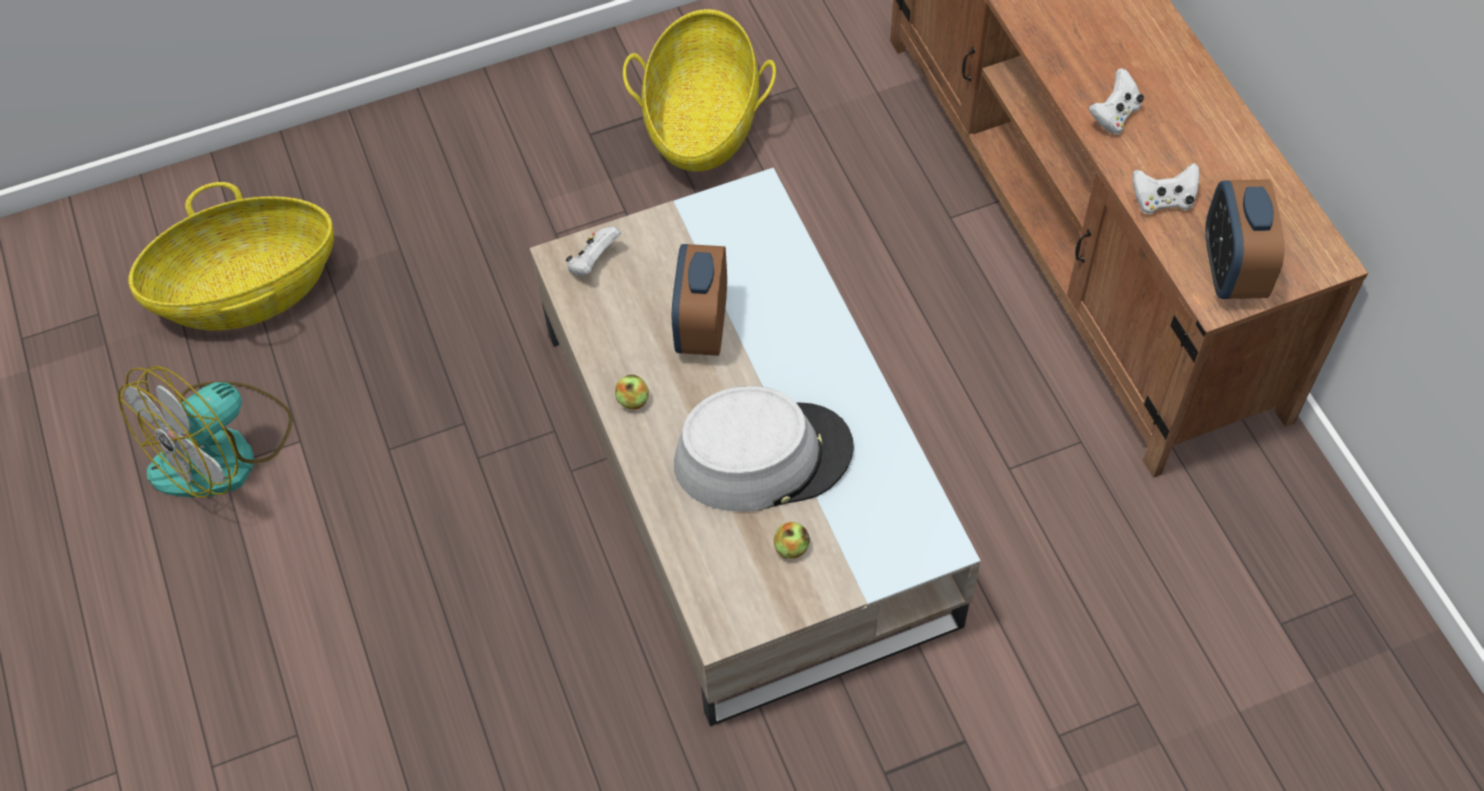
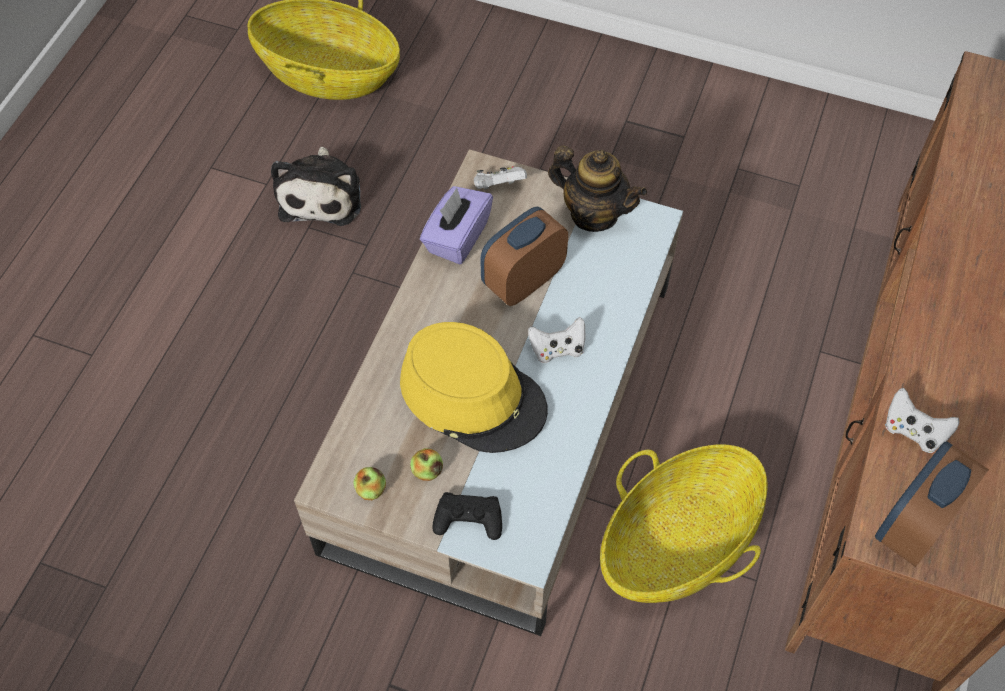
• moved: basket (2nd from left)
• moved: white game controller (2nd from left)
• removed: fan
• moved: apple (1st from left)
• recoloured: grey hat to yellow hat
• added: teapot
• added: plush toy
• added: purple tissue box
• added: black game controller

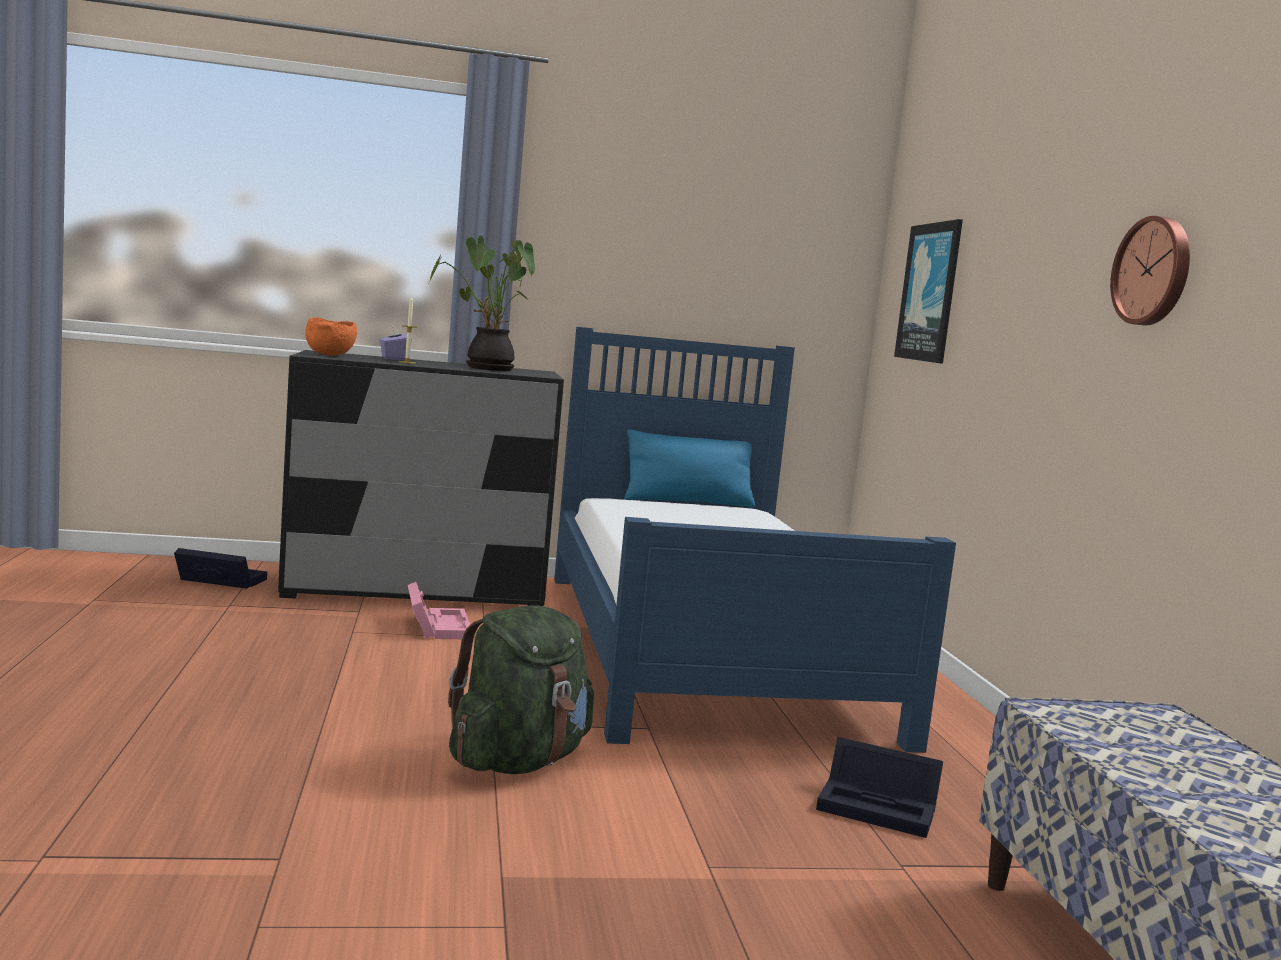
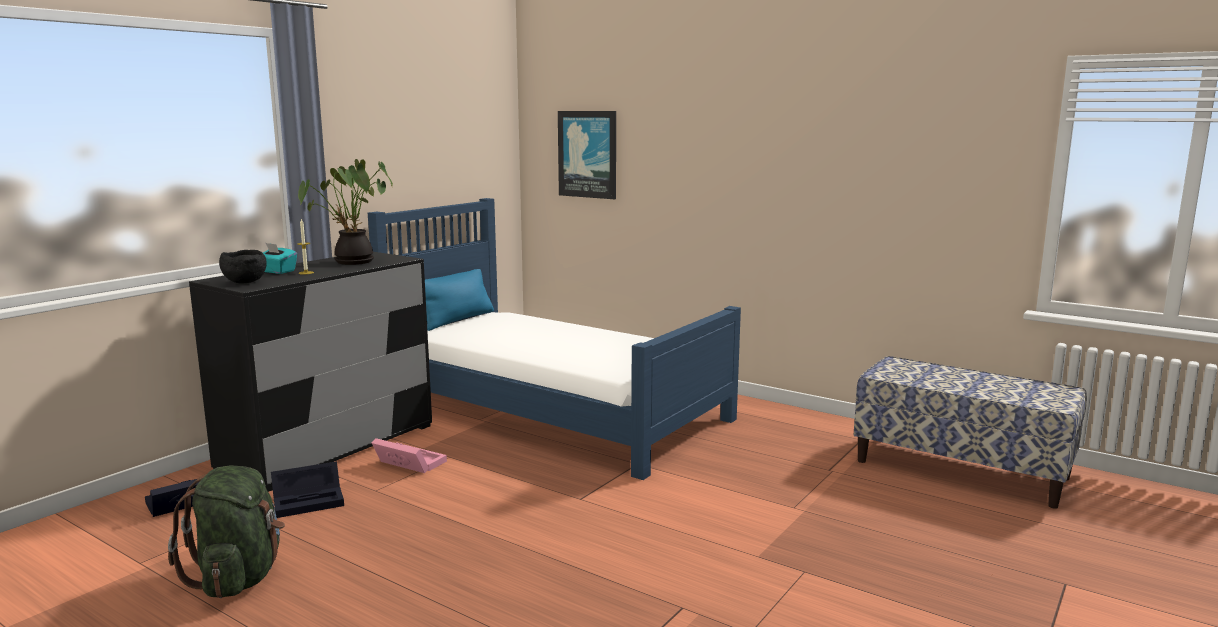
• removed: wall clock
• recoloured: orange bowl to black bowl
• recoloured: purple tissue box to turquoise tissue box
• moved: green backpack
• moved: black storage box (2nd from left)

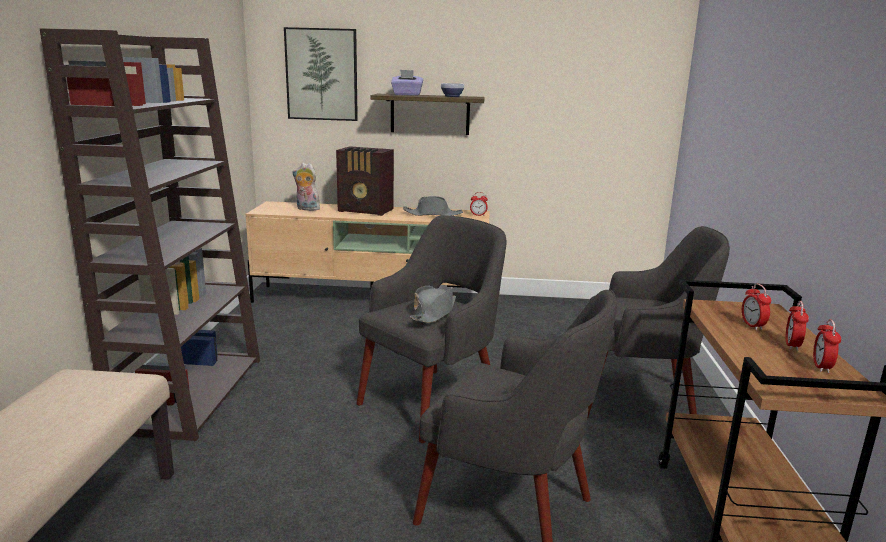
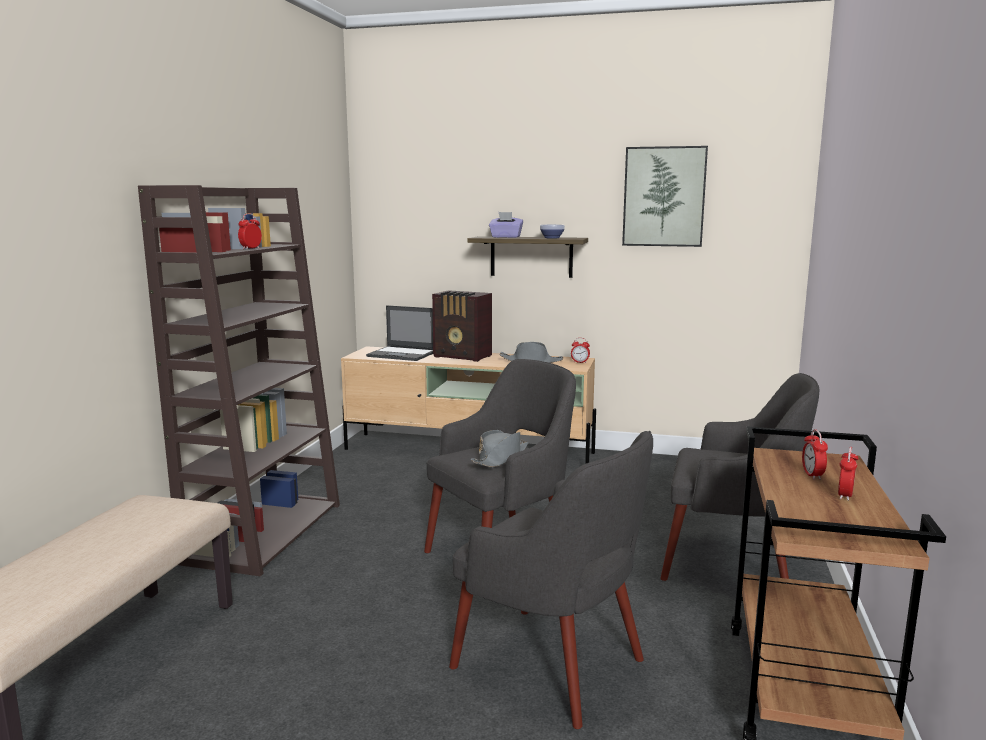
• moved: picture
• replaced: plush toy to laptop
• moved: alarm clock (4th from left in the first image) to alarm clock (1st from left)

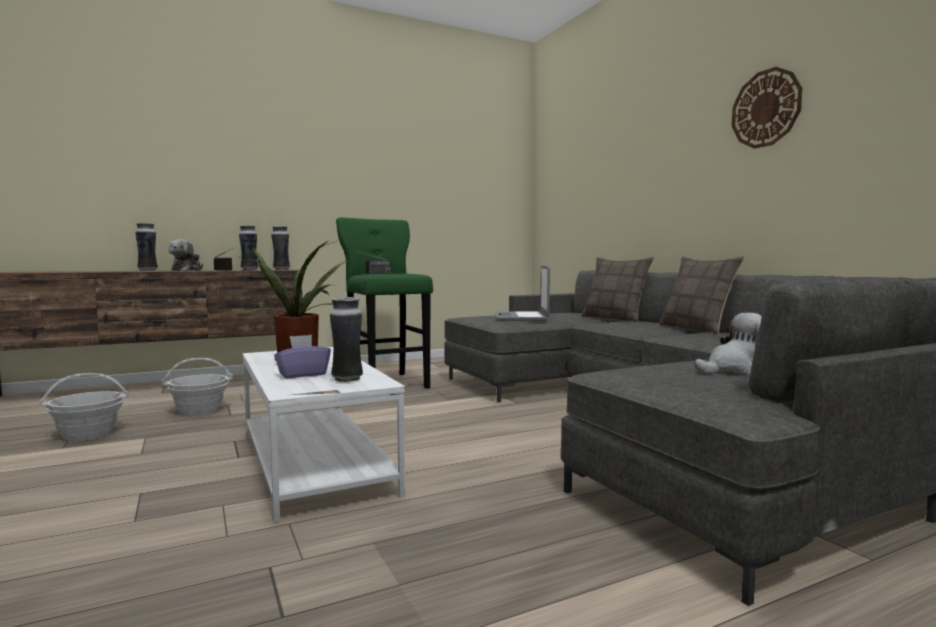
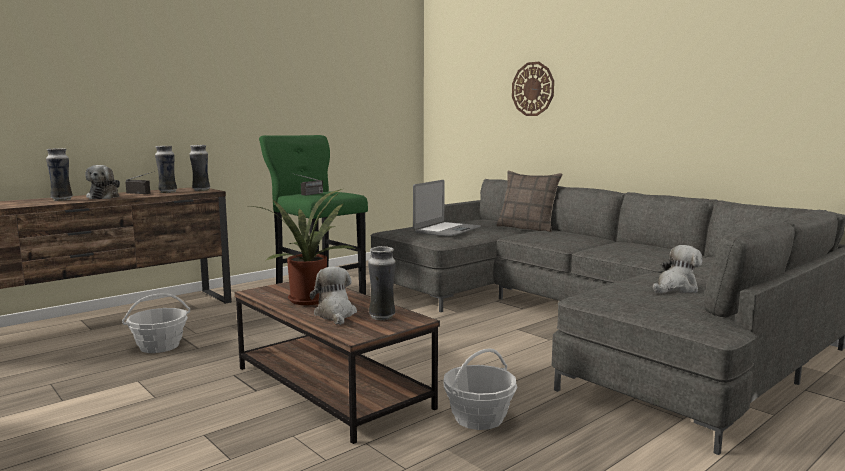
• moved: wall clock
• removed: pillow (2nd from left)
• turned: laptop 135 degrees counterclockwise
• replaced: purple tissue box to plush toy (2nd from left)
• recoloured: white coffee table to brown coffee table
• moved: basket (1st from left in the first image) to basket (2nd from left)

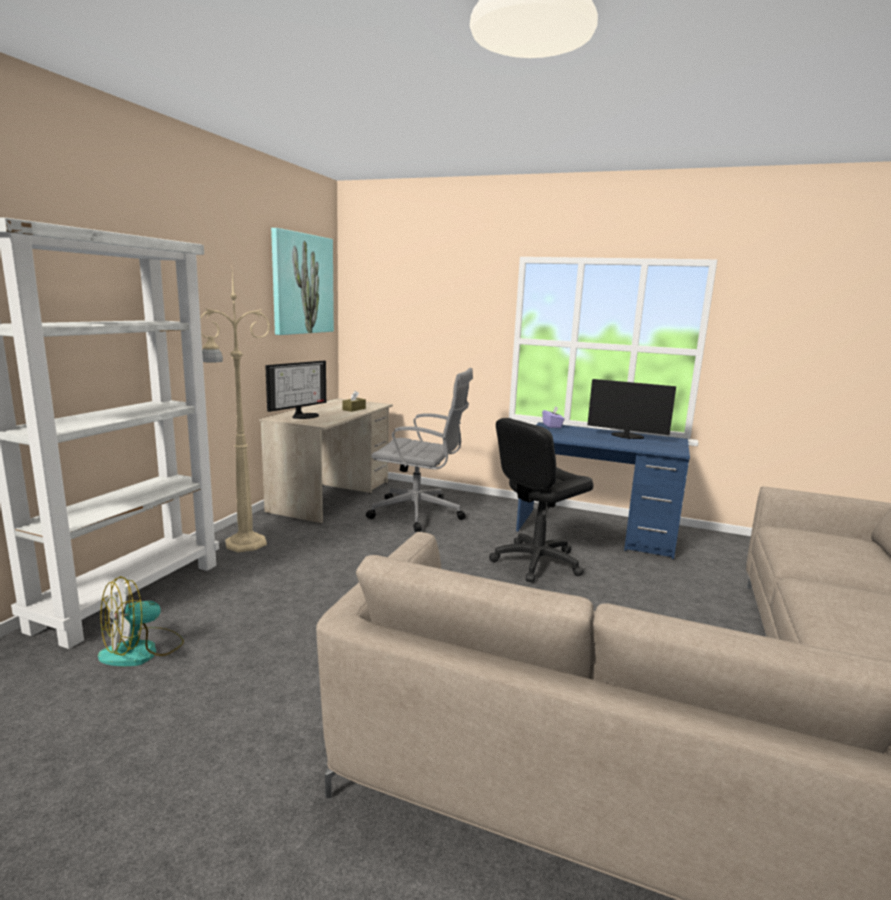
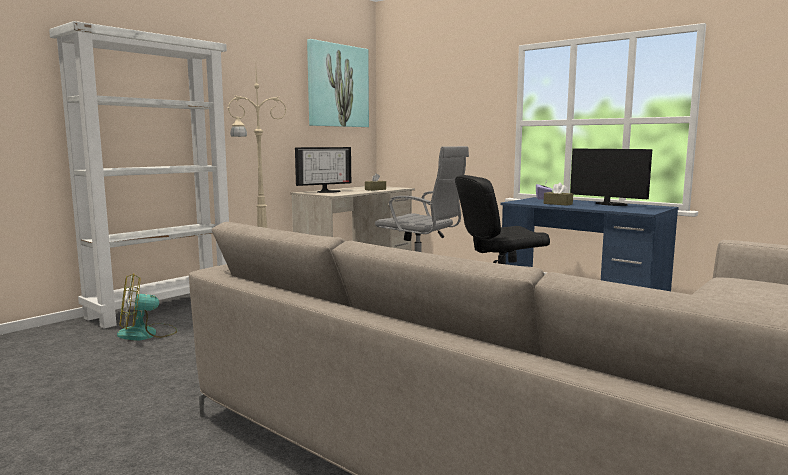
• added: brown tissue box (2nd from left)

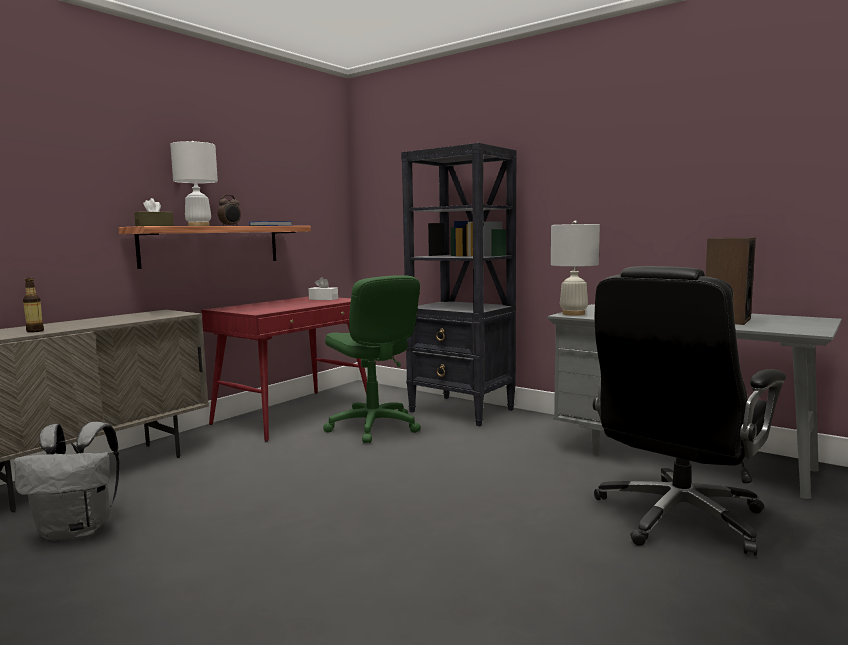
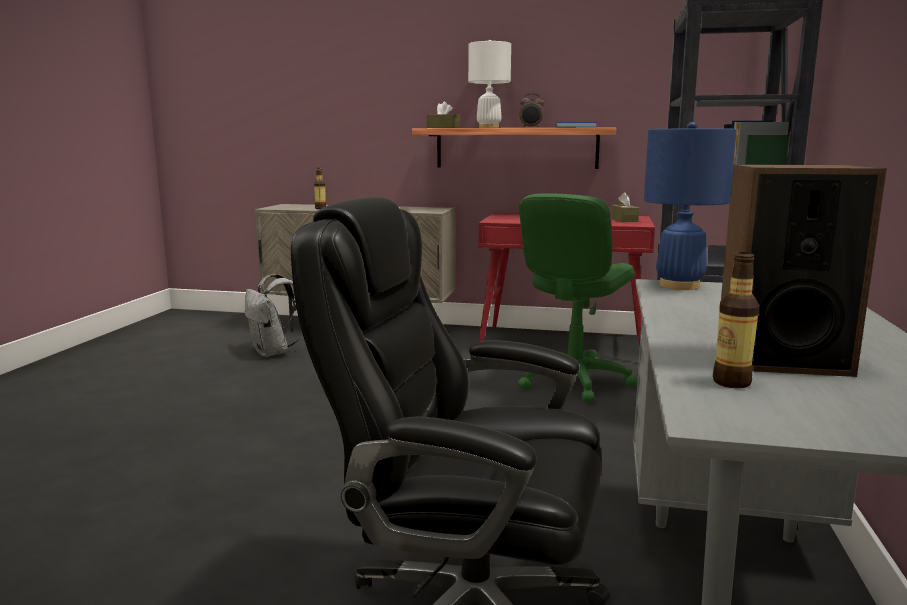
• recoloured: white table lamp (2nd from left) to blue table lamp
• recoloured: white tissue box to brown tissue box (2nd from left)
• added: bottle (2nd from left)

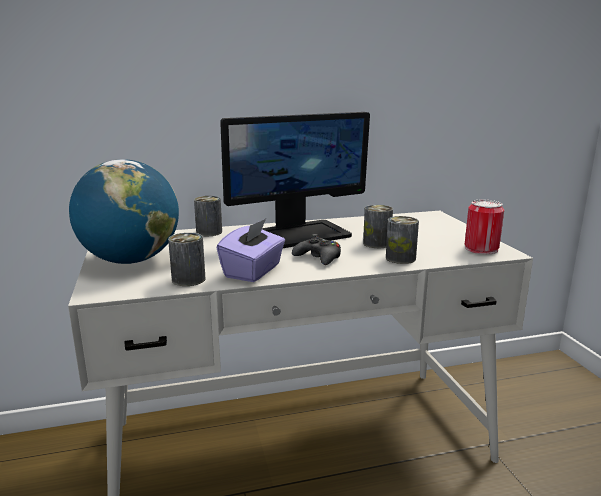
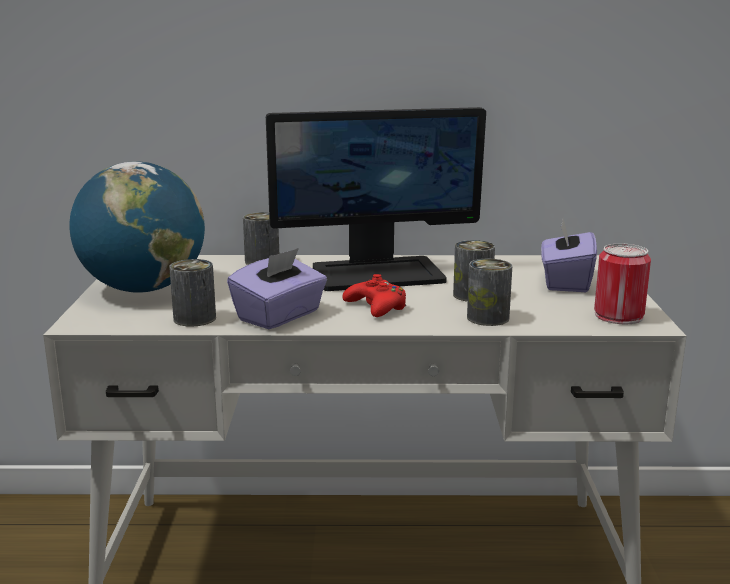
• recoloured: black game controller to red game controller
• added: purple tissue box (2nd from left)

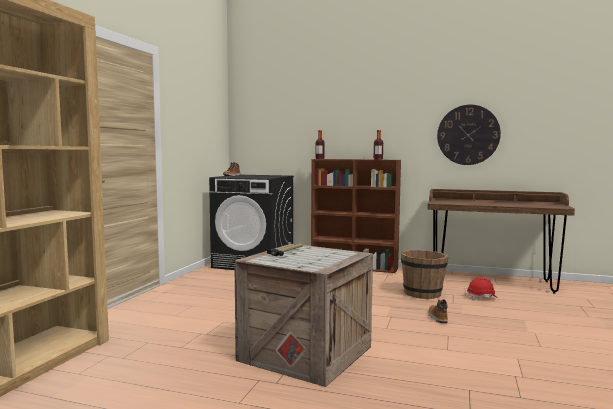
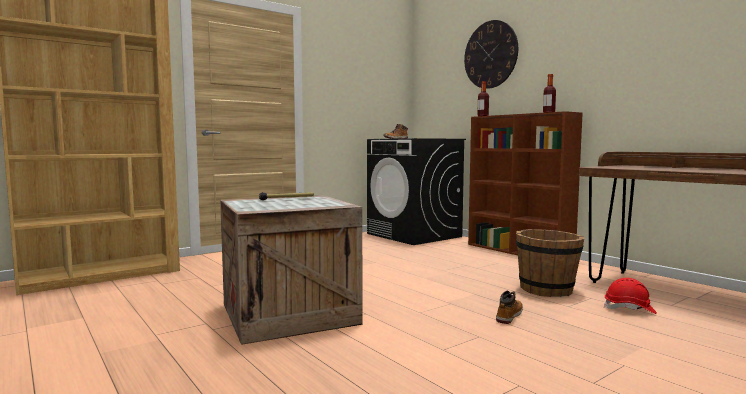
• moved: wall clock

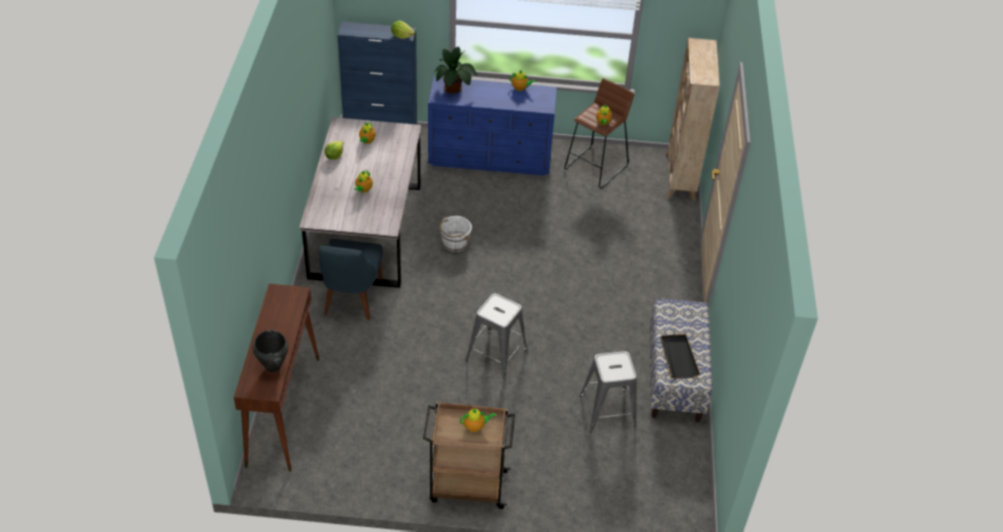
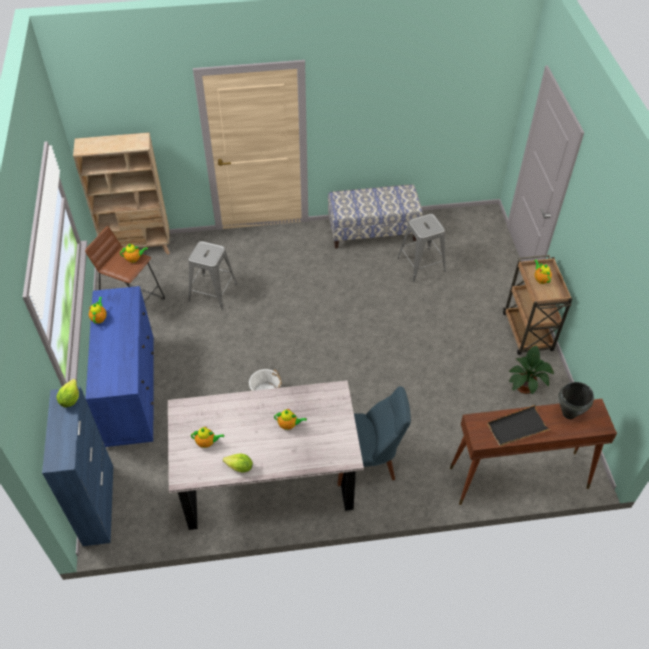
• moved: potted plant
• moved: grey stool (1st from left)
• moved: black tray

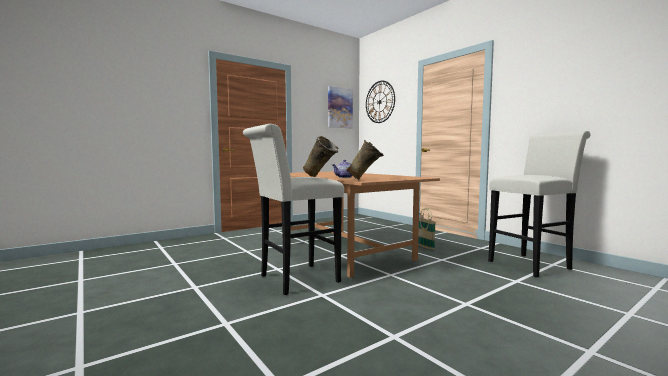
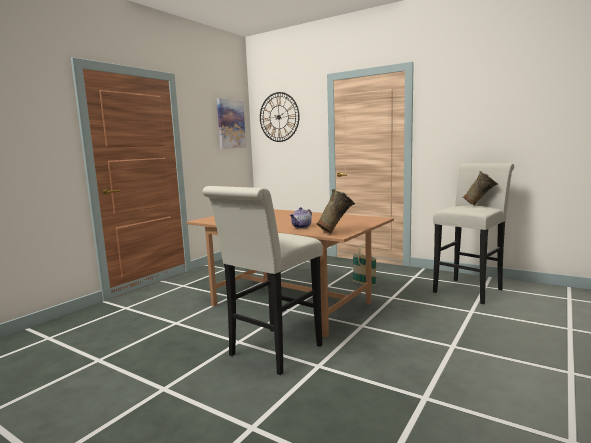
• moved: beige vase (1st from left in the first image) to beige vase (2nd from left)

